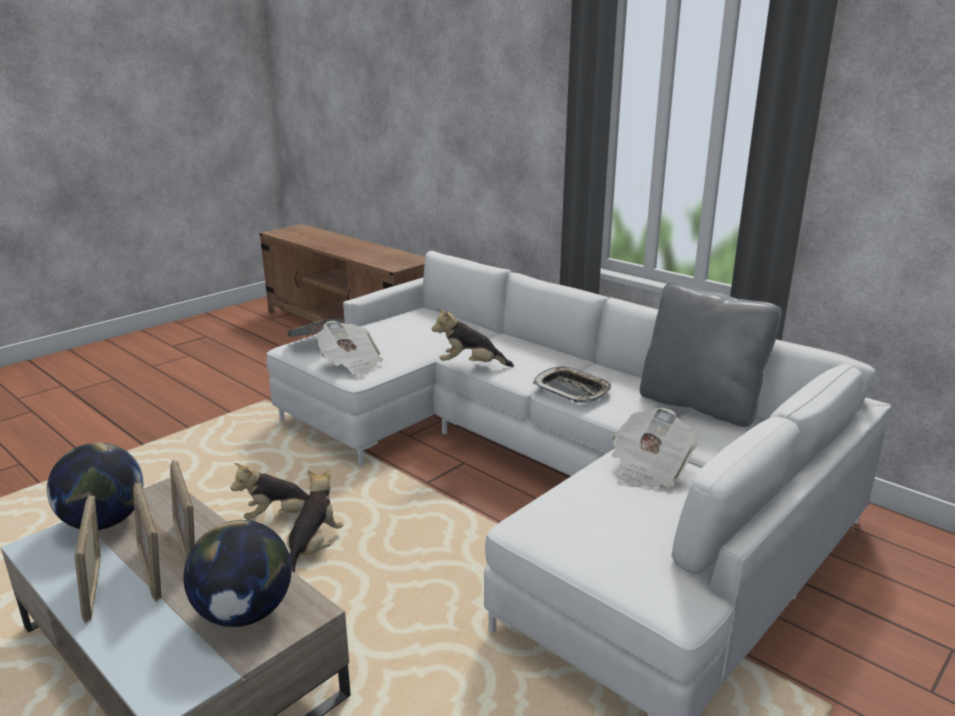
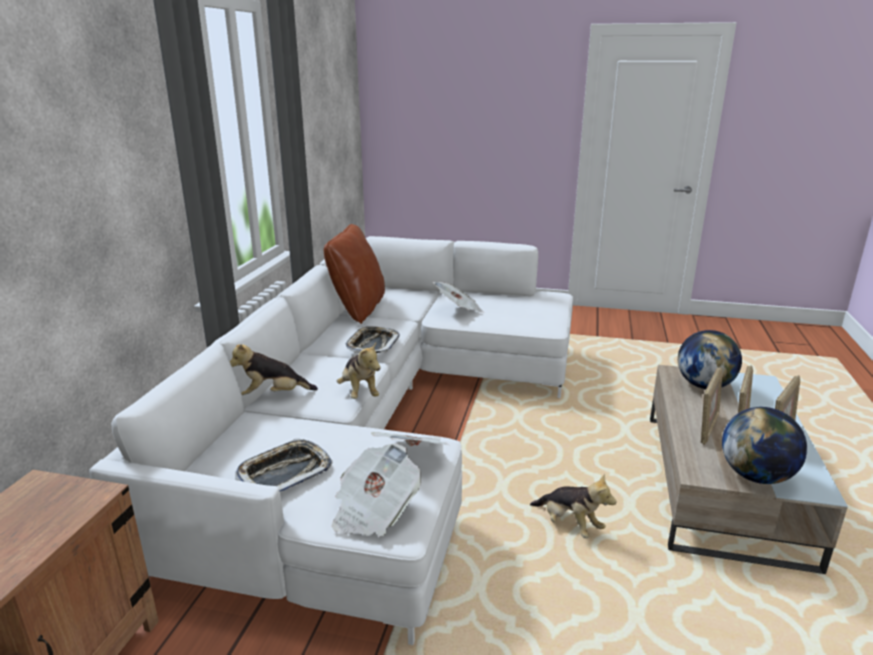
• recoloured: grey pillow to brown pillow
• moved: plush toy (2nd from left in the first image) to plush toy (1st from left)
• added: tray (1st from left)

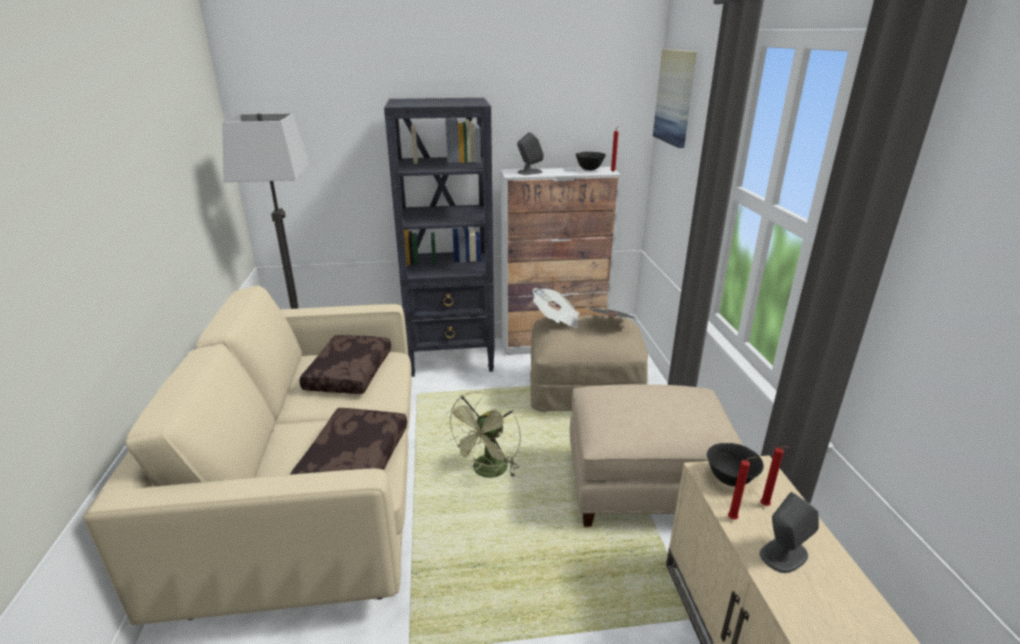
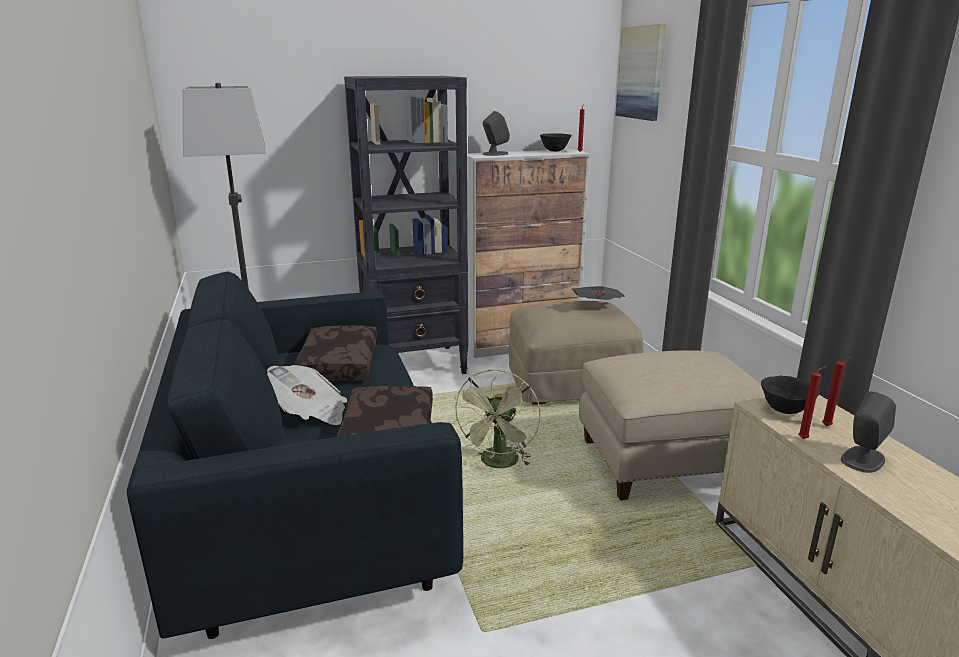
• recoloured: beige sofa to blue sofa
• moved: newspaper (1st from left)

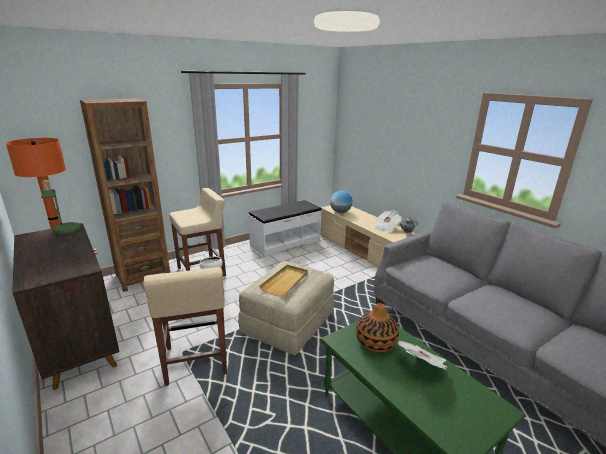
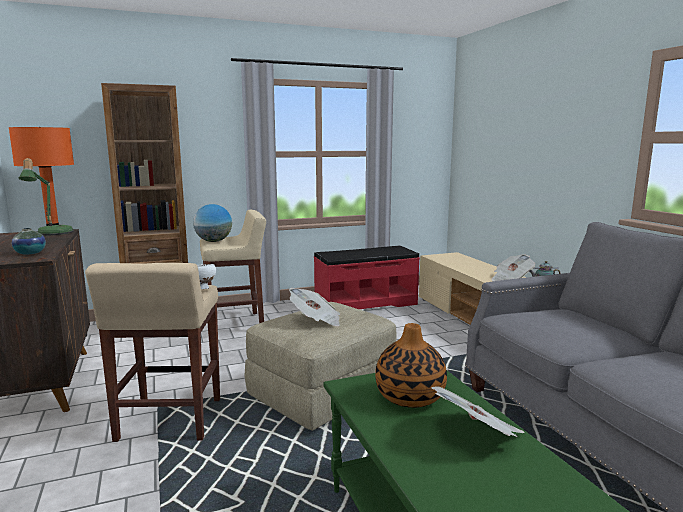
• moved: globe
• recoloured: white bench to red bench
• replaced: beige tray to newspaper (1st from left)
• added: vase (1st from left)

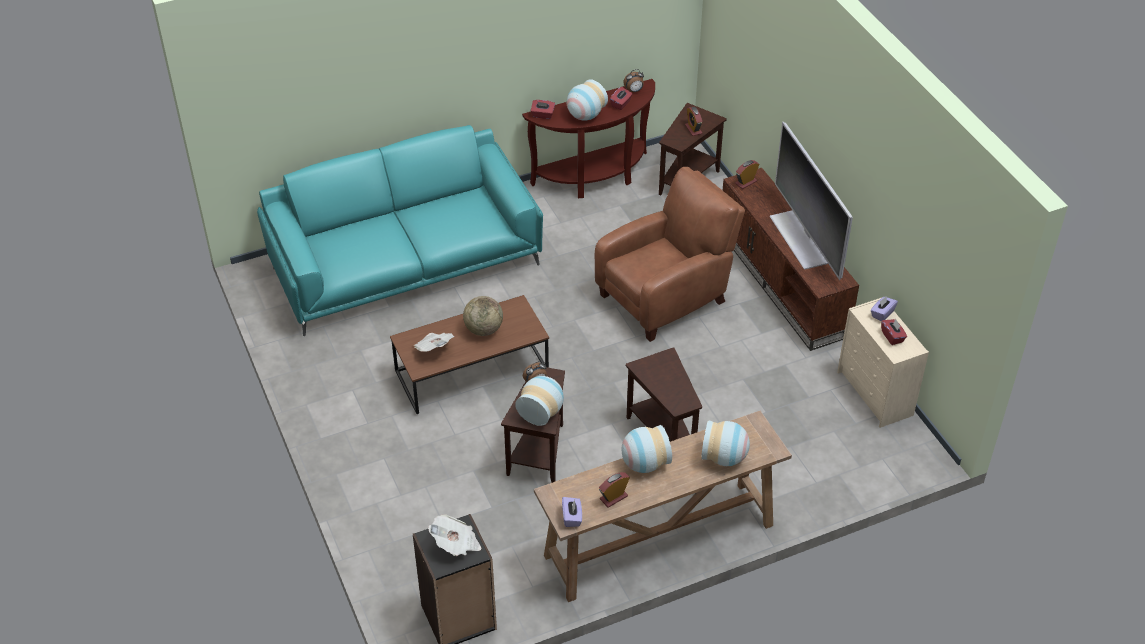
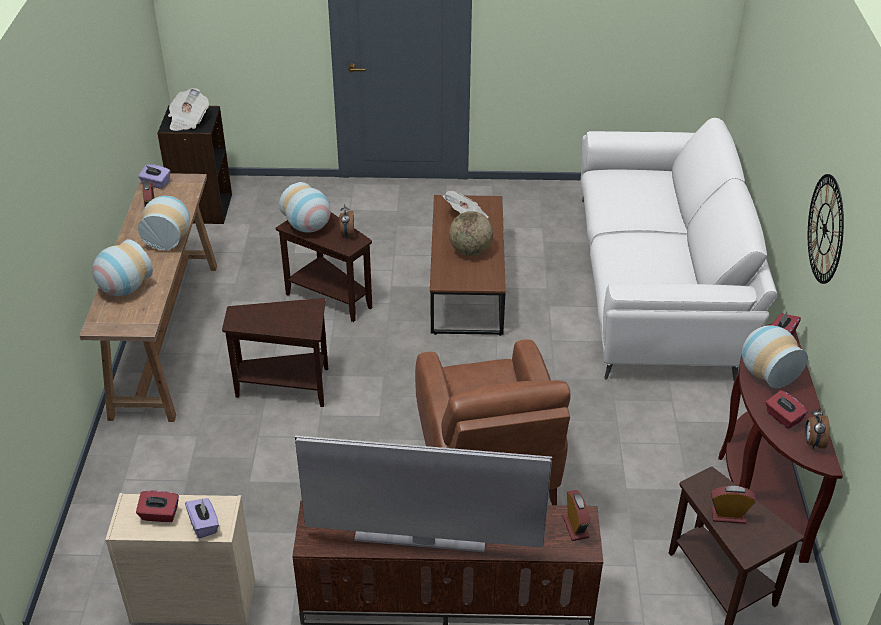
• recoloured: turquoise sofa to white sofa
• added: wall clock

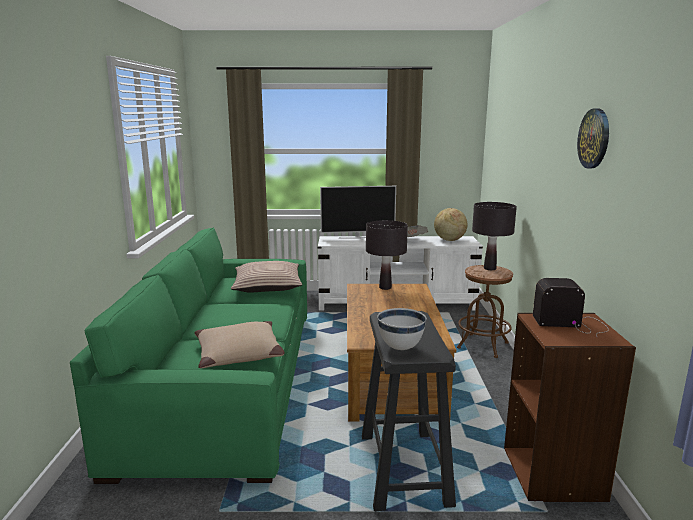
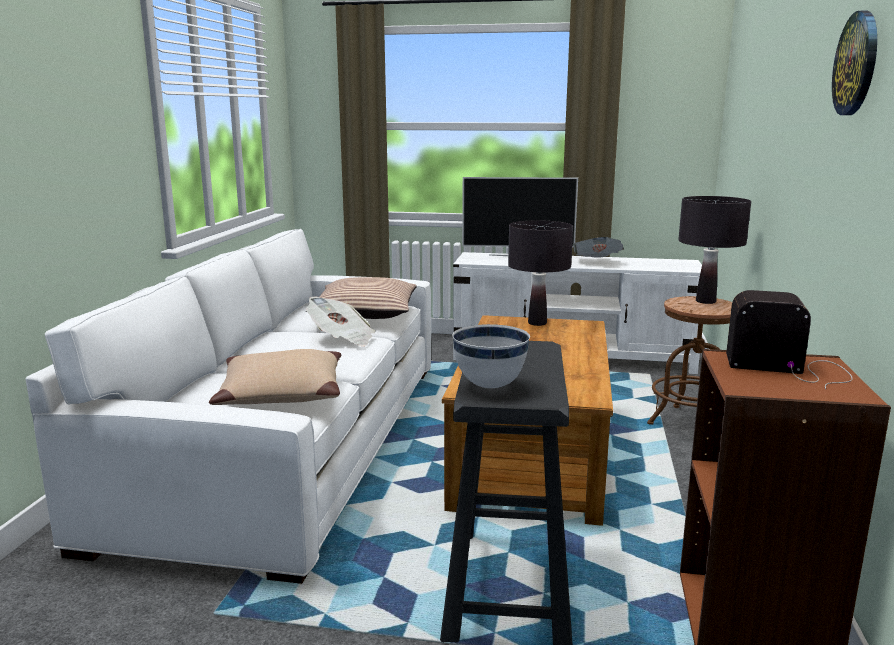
• removed: globe
• recoloured: green sofa to white sofa
• added: newspaper (1st from left)

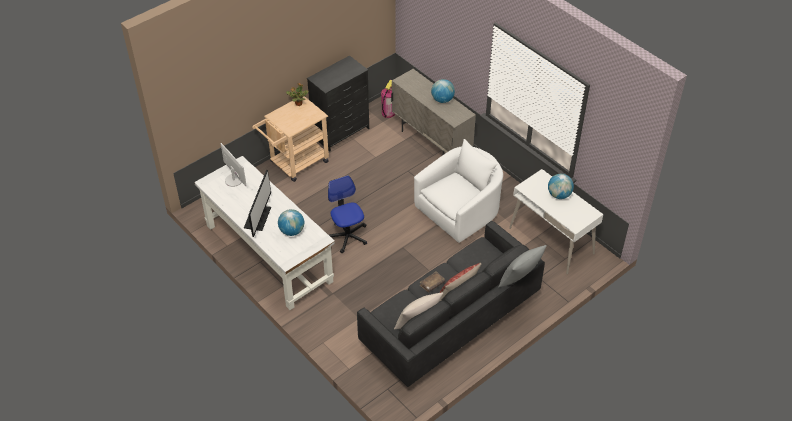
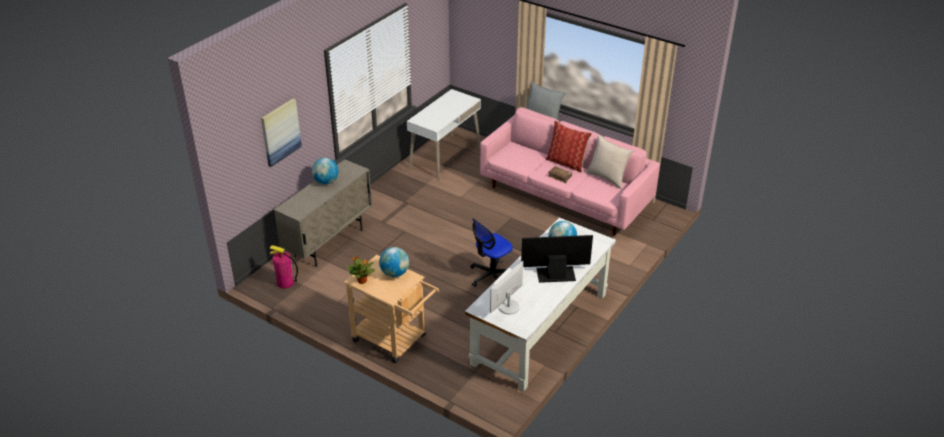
• removed: black dresser
• removed: white armchair
• moved: globe (3rd from left in the first image) to globe (2nd from left)
• recoloured: black sofa to pink sofa
• added: picture

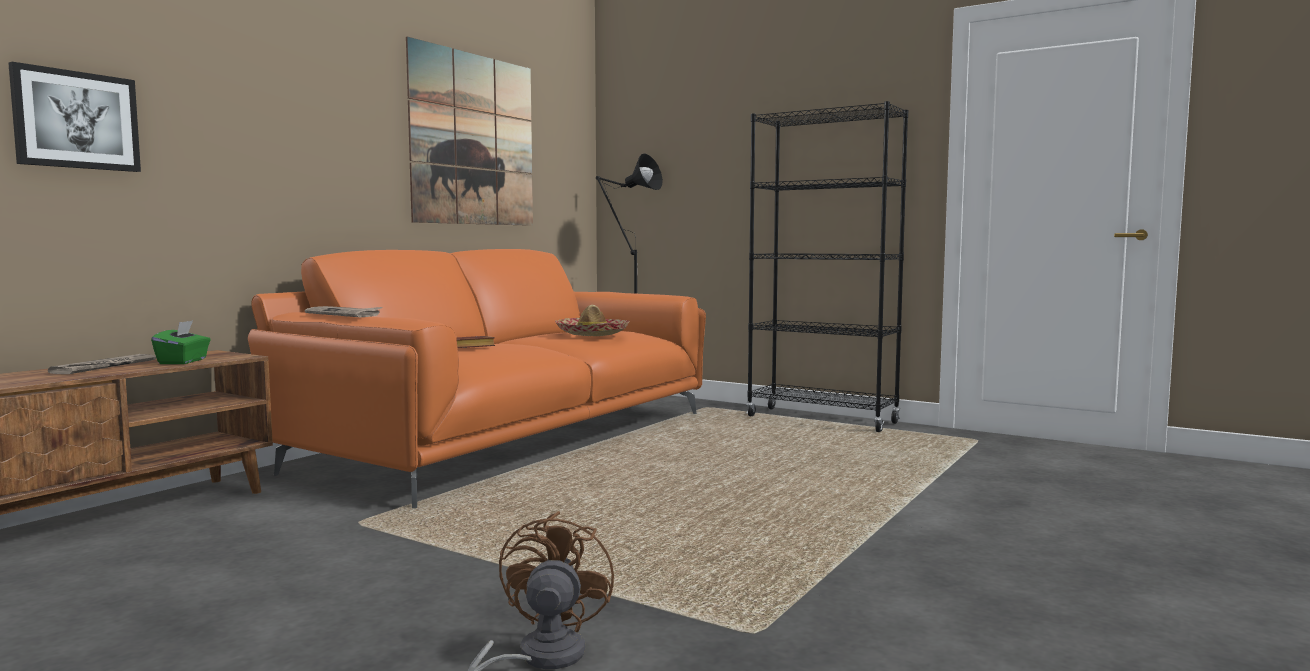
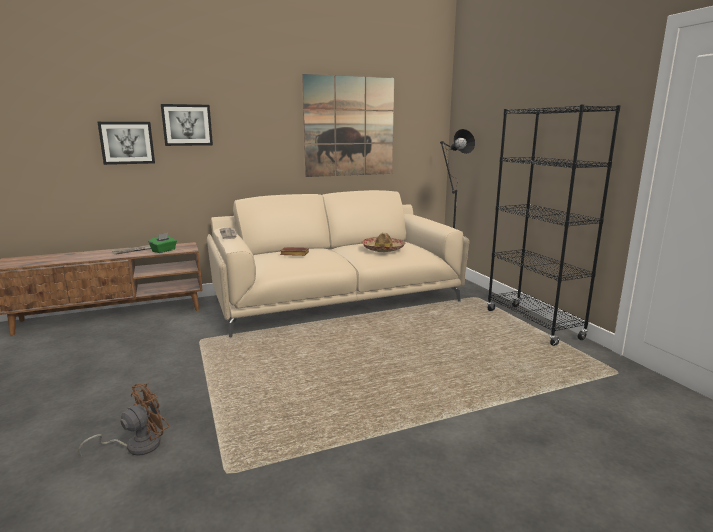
• recoloured: orange sofa to beige sofa
• added: picture (2nd from left)

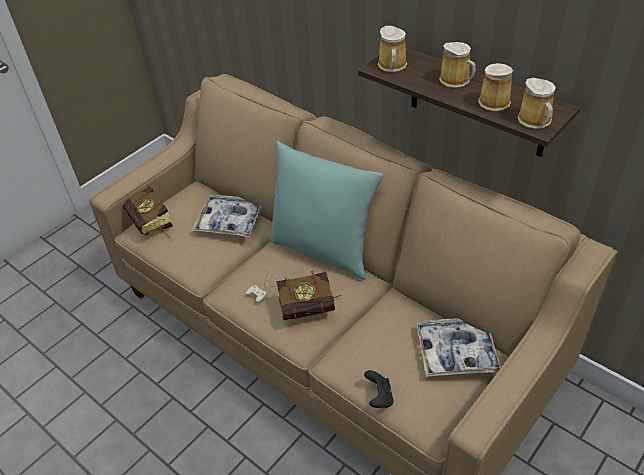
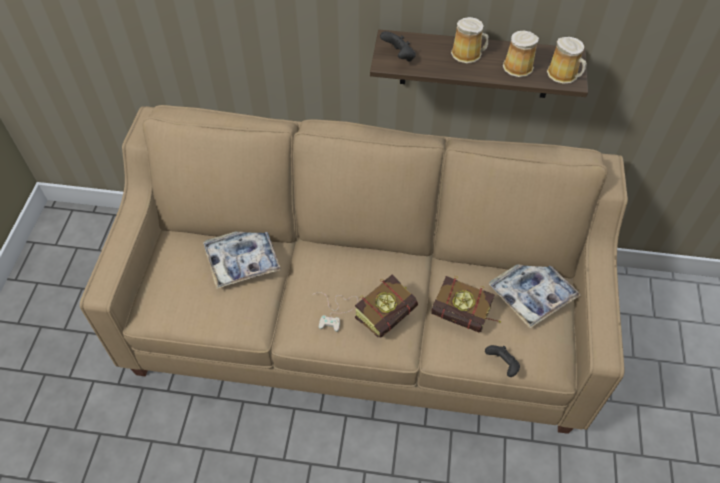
• replaced: mug (1st from left) to black game controller (1st from left)
• removed: turquoise pillow
• moved: book (1st from left in the first image) to book (2nd from left)

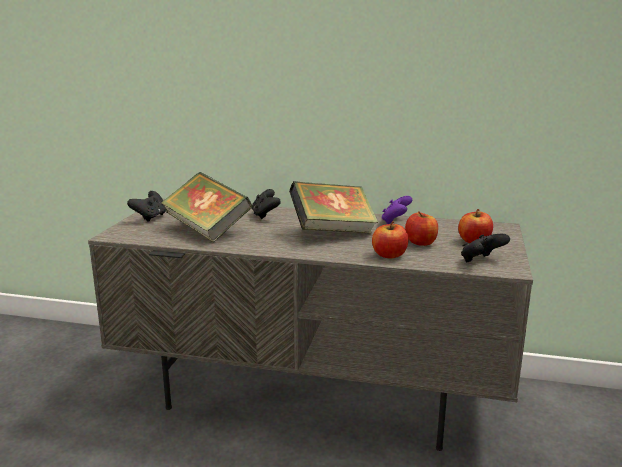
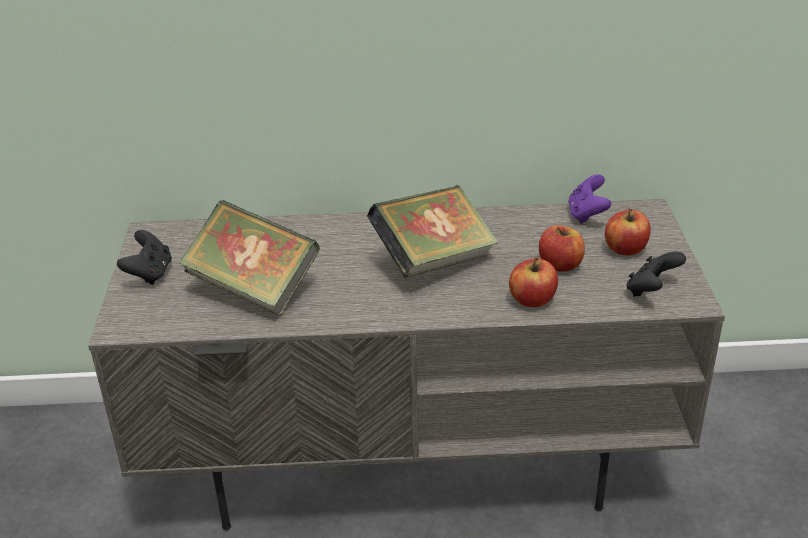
• removed: black game controller (2nd from left)
• moved: purple game controller

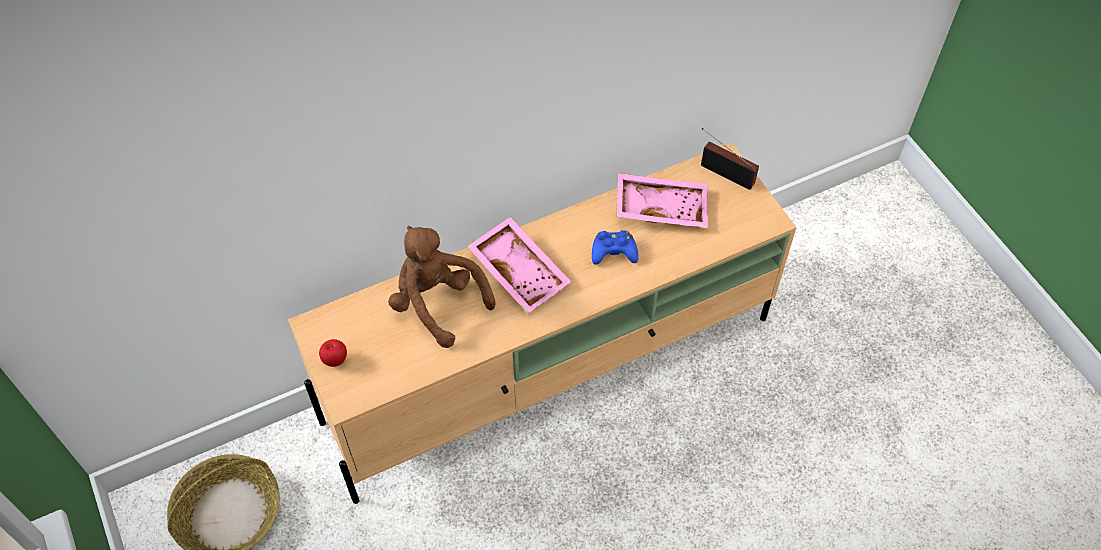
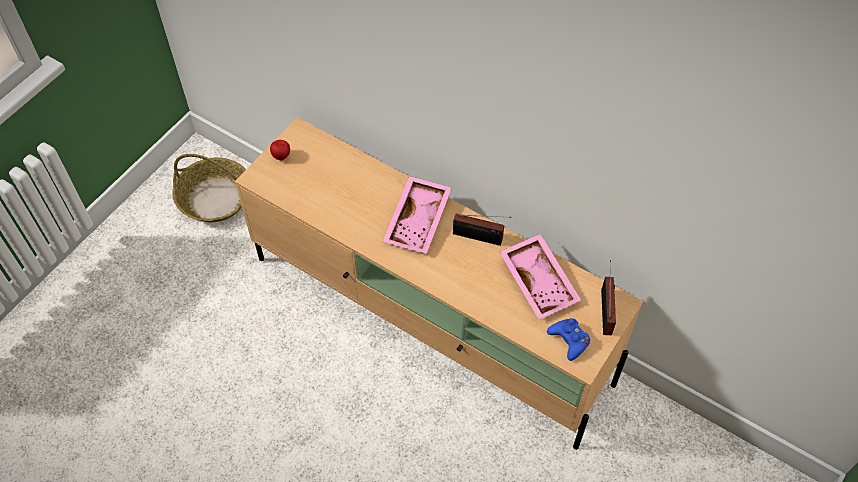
• removed: brown plush toy
• moved: blue game controller
• added: radio (1st from left)

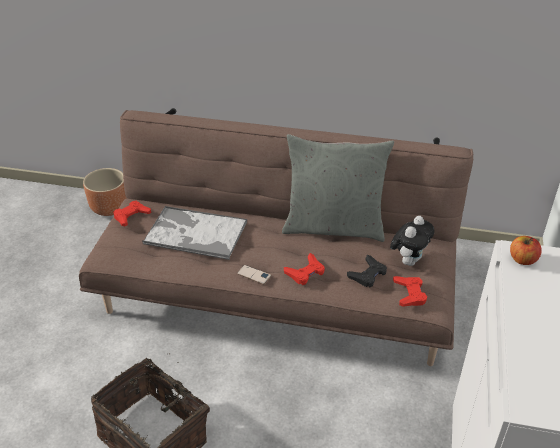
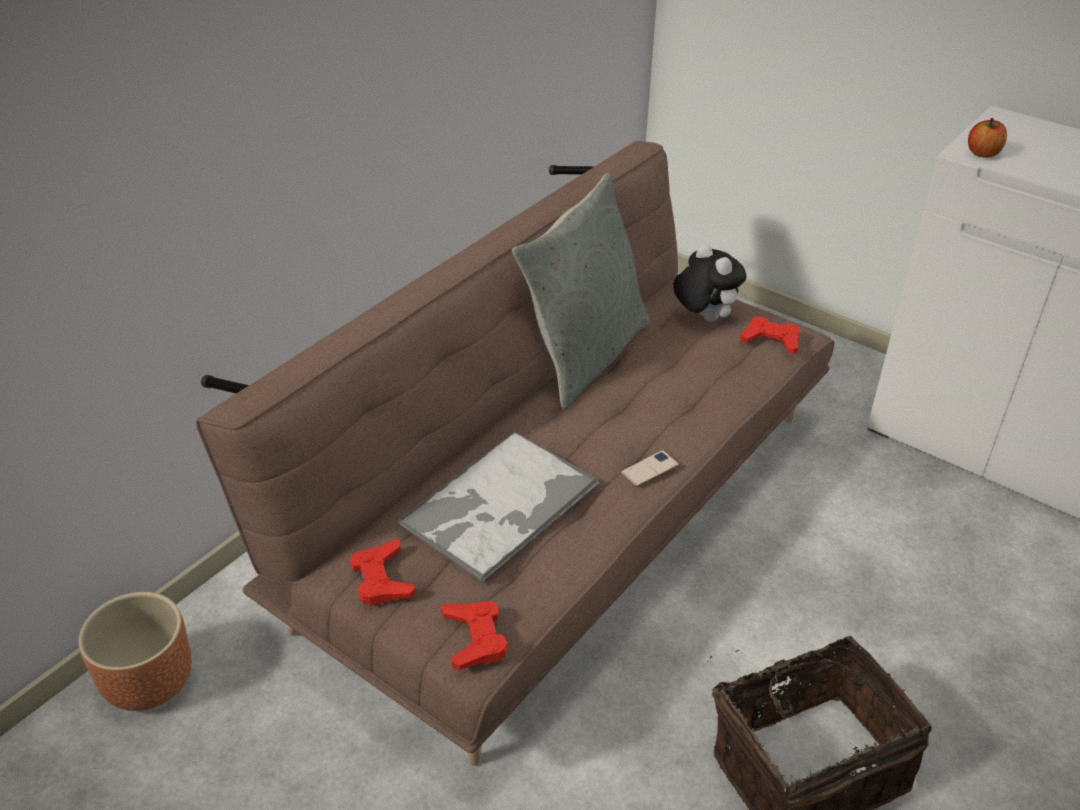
• moved: red game controller (2nd from left)
• removed: black game controller

